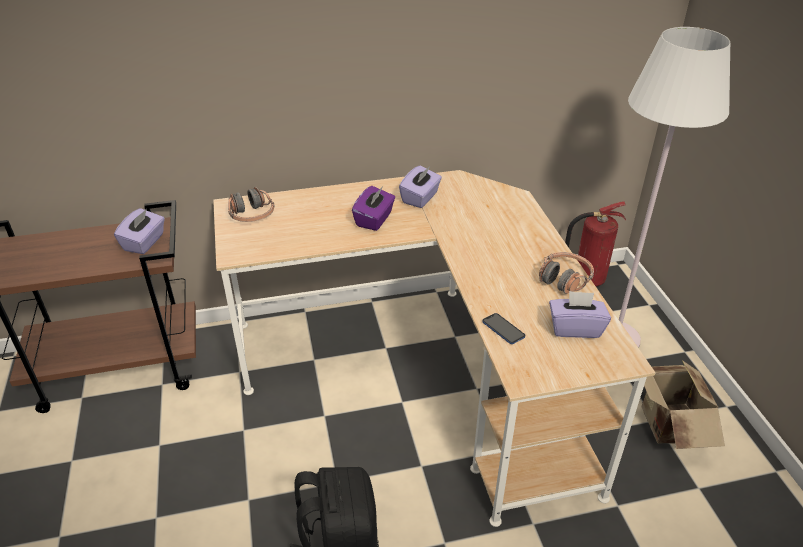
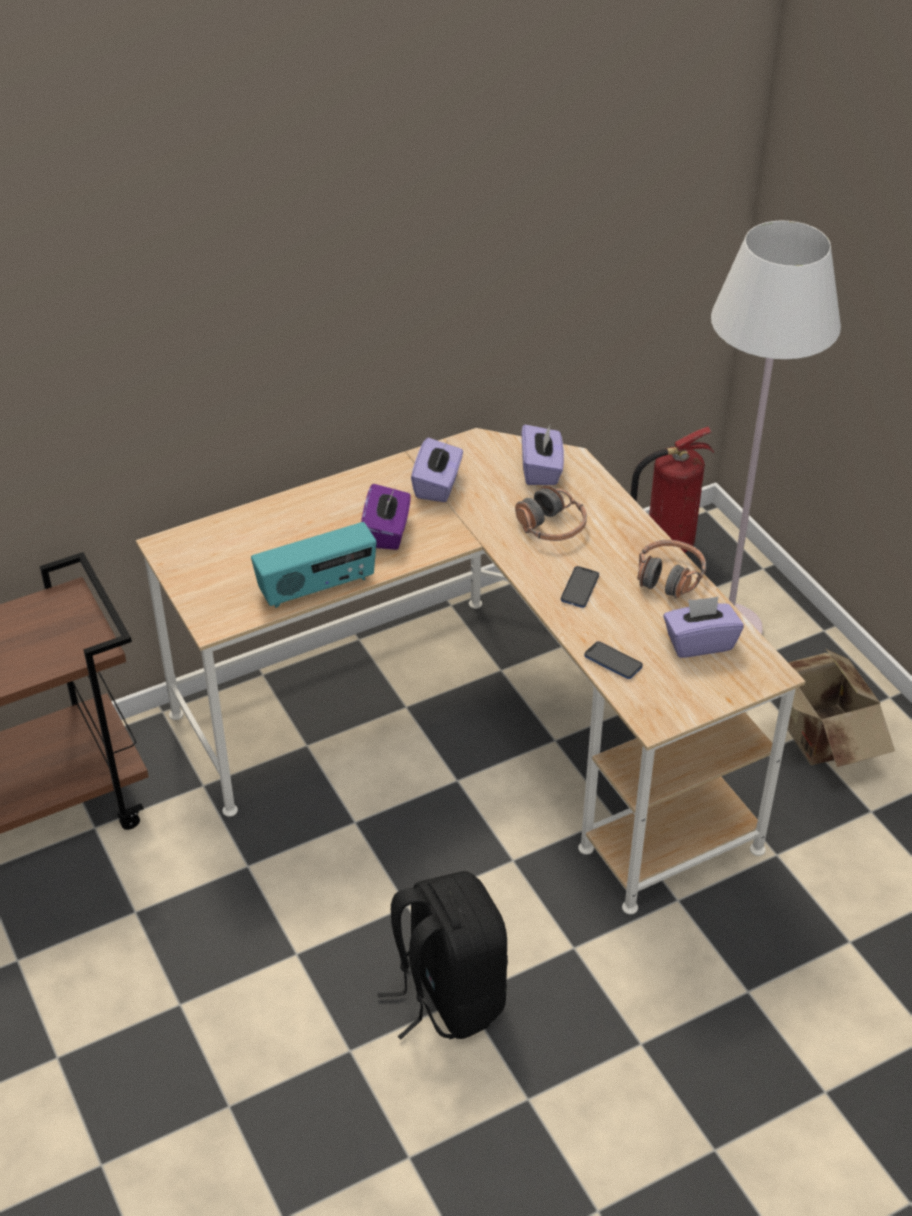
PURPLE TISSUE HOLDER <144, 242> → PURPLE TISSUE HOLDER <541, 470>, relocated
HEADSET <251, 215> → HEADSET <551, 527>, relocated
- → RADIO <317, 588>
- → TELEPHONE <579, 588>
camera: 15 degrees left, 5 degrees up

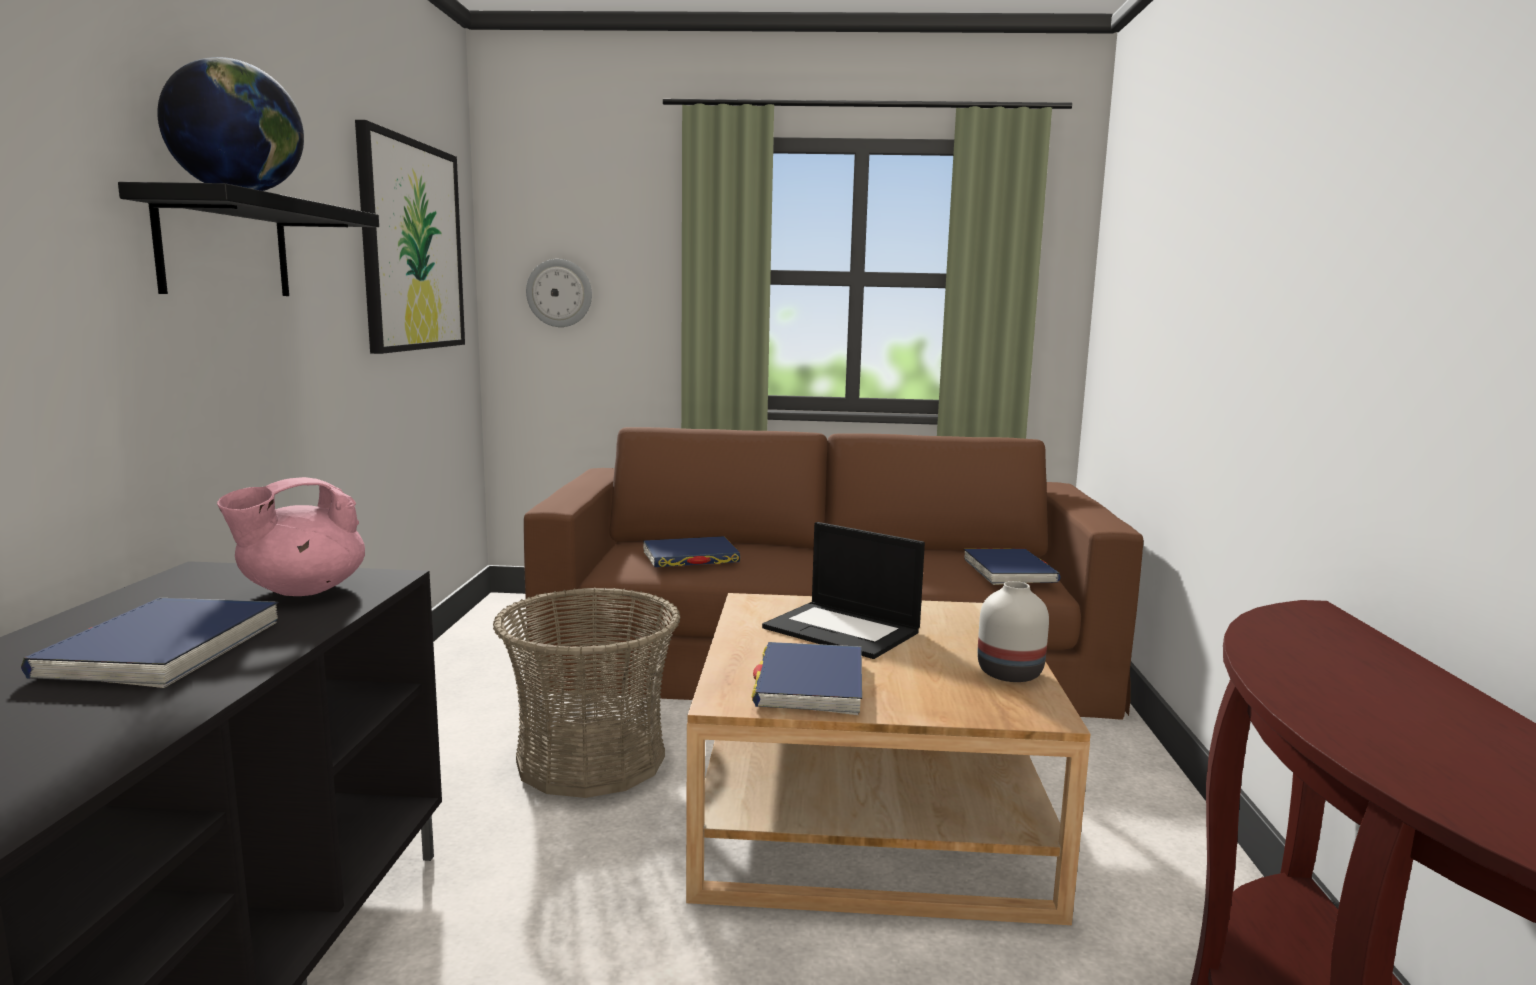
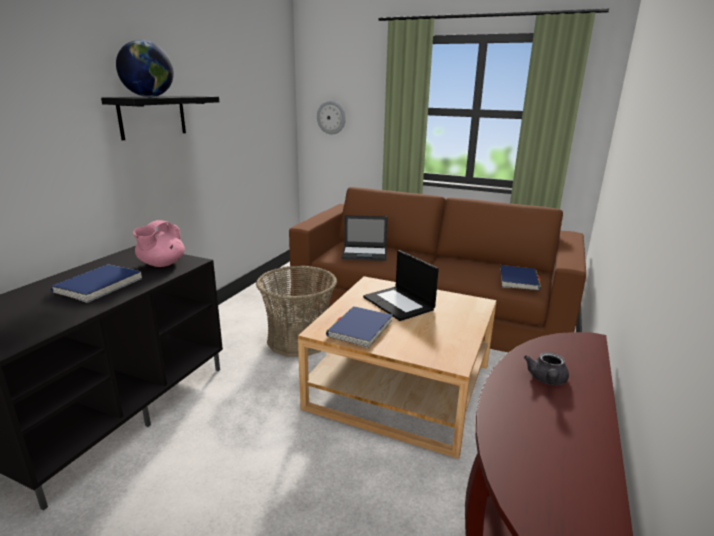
PINKISH TEA POT <301, 590> → PINKISH TEA POT <161, 264>, 45 degrees counterclockwise
PICTURE <412, 246> → -
BLUISH BOUND BOOK <690, 557> → LAPTOP <365, 254>
WHITISH FLOWER VASE <1008, 672> → -
- → GRAY TEA POT <547, 380>
camera: 20 degrees right, 10 degrees up

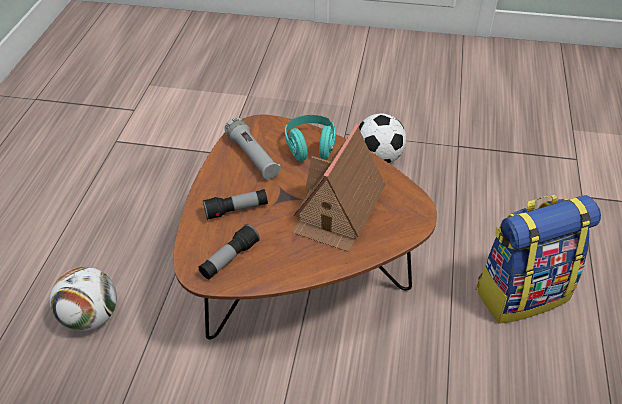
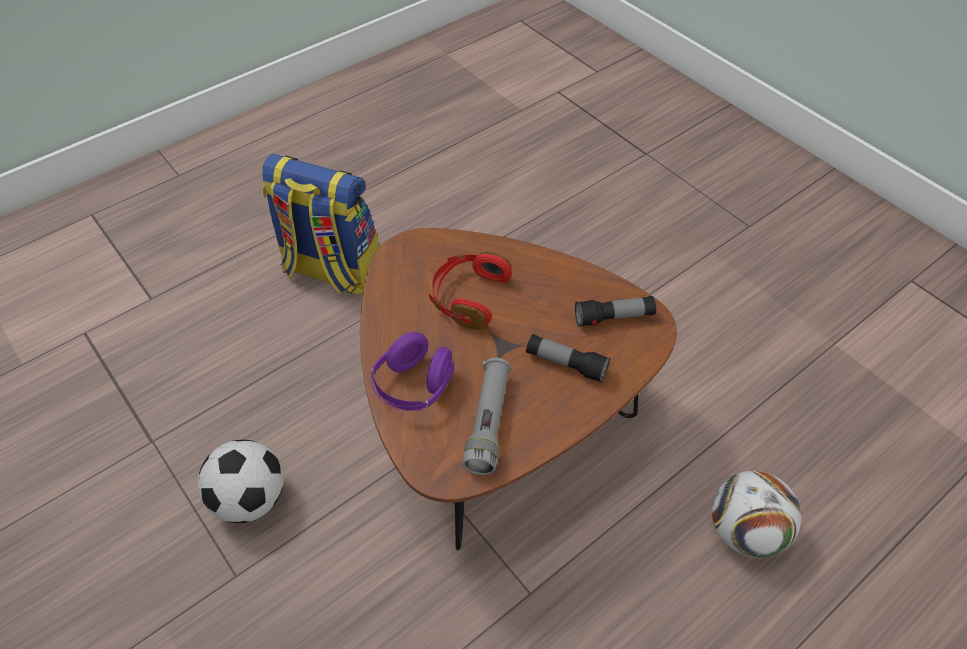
TURQUOISE-COLOURED HEADSET <310, 147> → PURPLE HEADSET <414, 386>
TOY HOUSE <338, 210> → RED-COLOURED HEADSET <468, 297>
camera: 140 degrees left, 5 degrees up

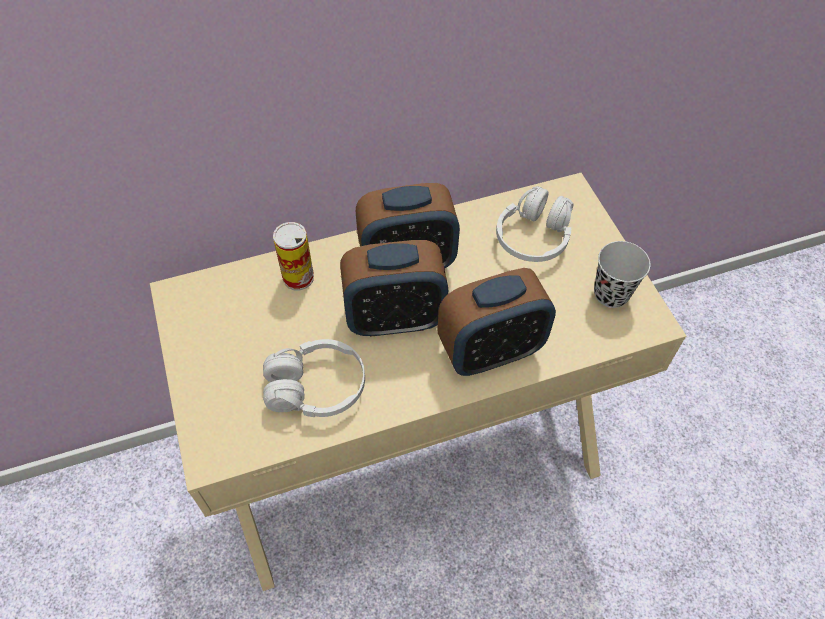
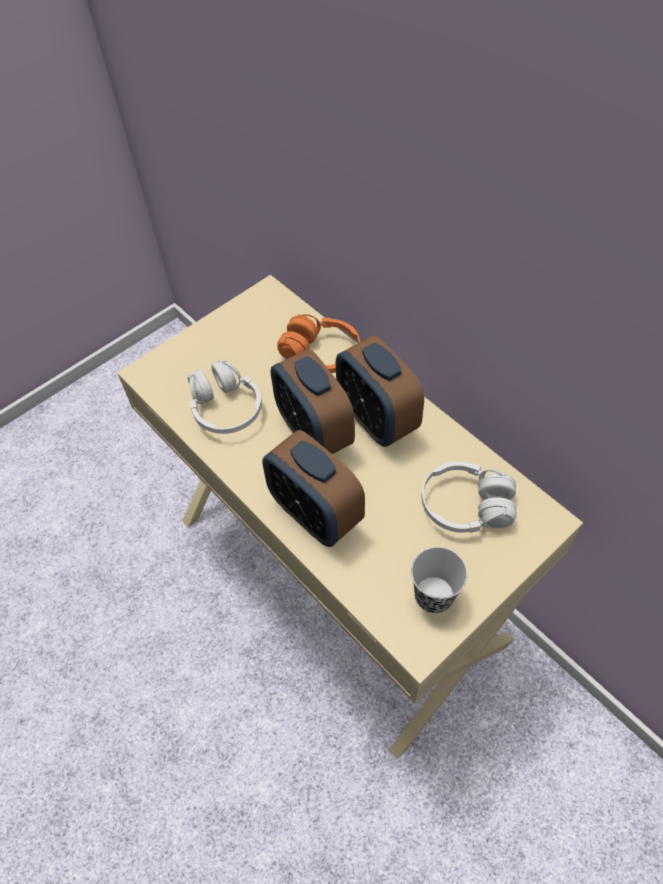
SEALED CAN <298, 277> → ORANGE-COLOURED HEADSET <321, 354>
camera: 70 degrees right, 0 degrees up

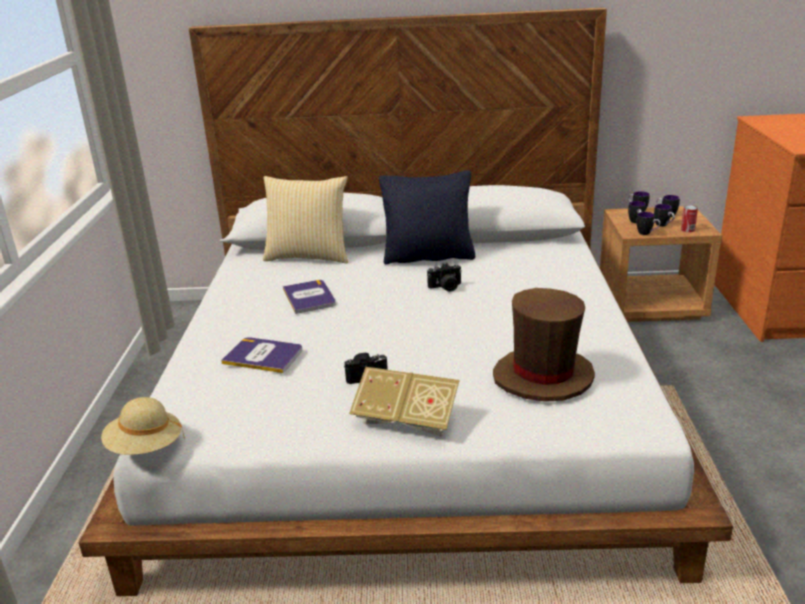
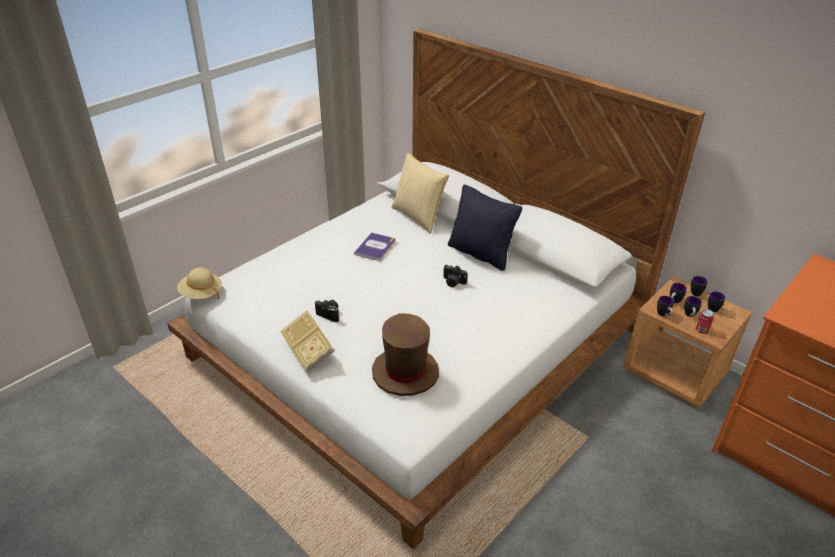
BOUND BOOK <263, 356> → -
camera: 40 degrees right, 10 degrees up

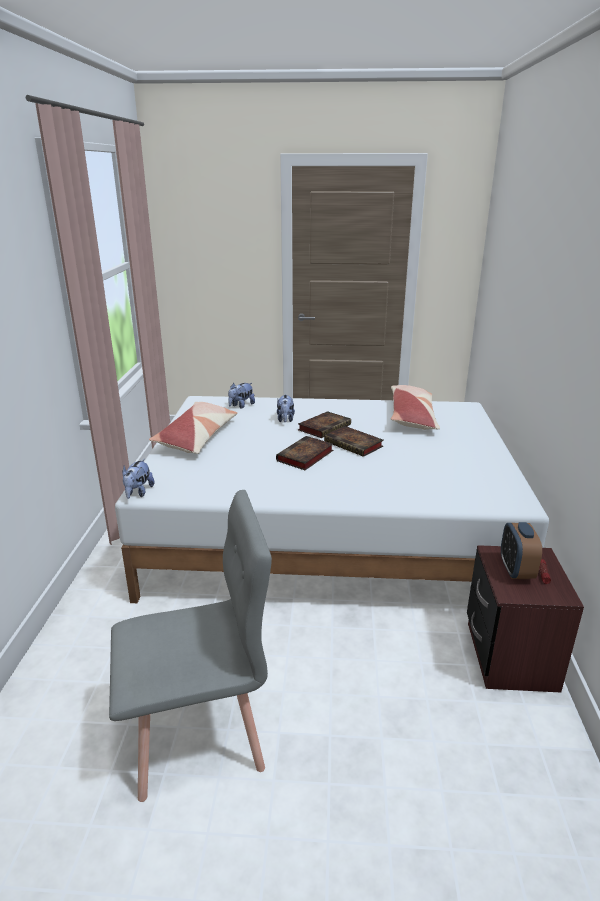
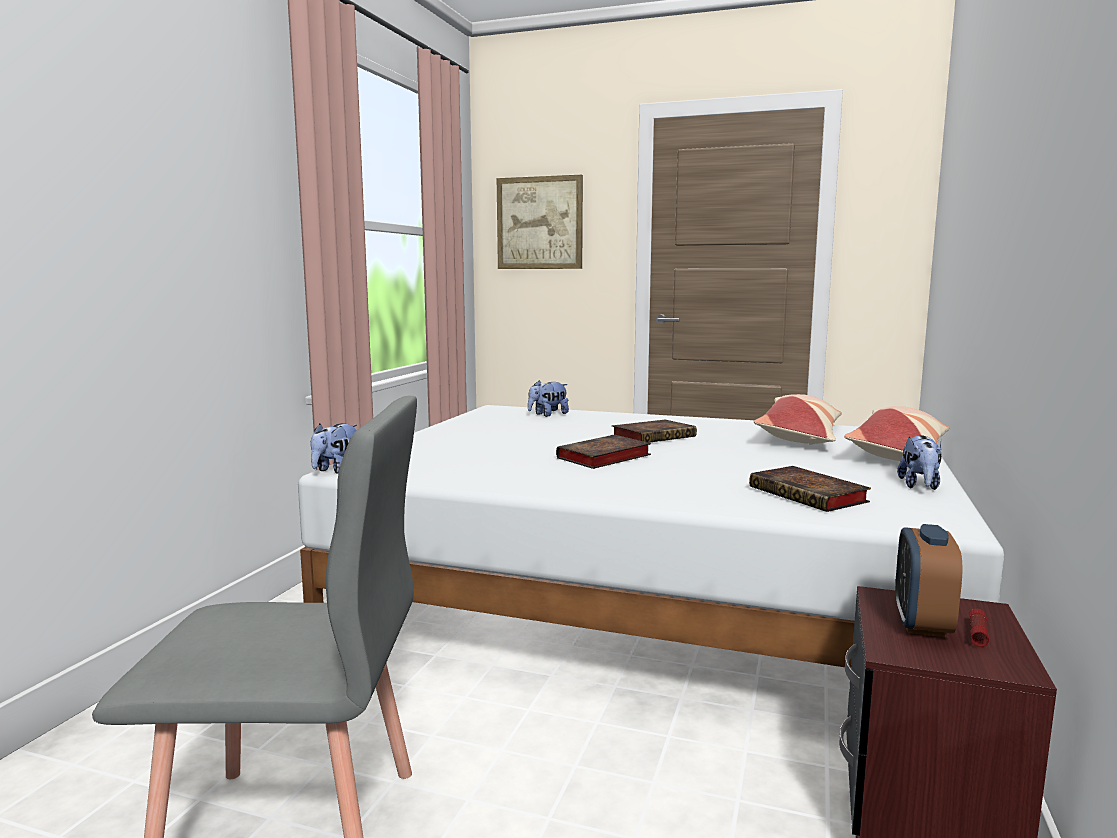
CUSHION <197, 437> → CUSHION <899, 452>, relocated
SOFT TOY <285, 420> → SOFT TOY <920, 486>, relocated
BOUND BOOK <355, 444> → BOUND BOOK <810, 495>, relocated
- → PICTURE <539, 223>
camera: 15 degrees right, 15 degrees down

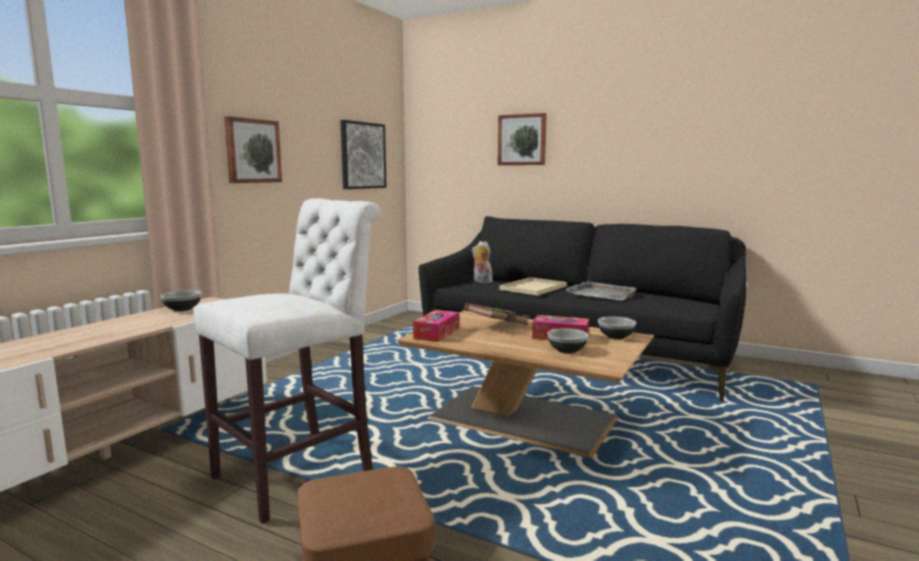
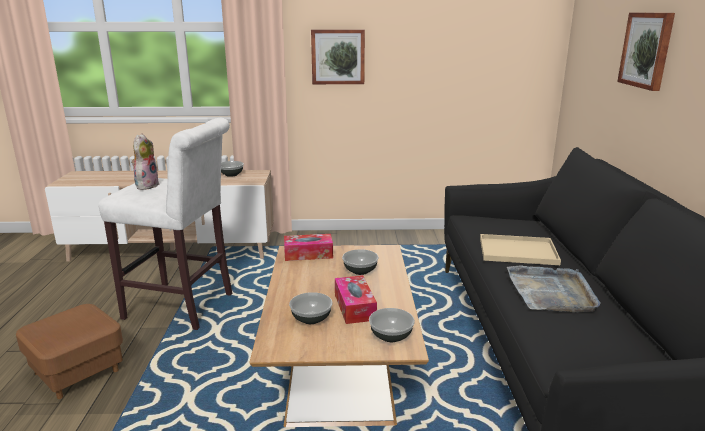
PICTURE <362, 155> → -
BROWN-COLOURED BOUND BOOK <498, 326> → SERVING BOWL <360, 271>
SOFT TOY <481, 281> → SOFT TOY <146, 185>, relocated
camera: 60 degrees right, 10 degrees up

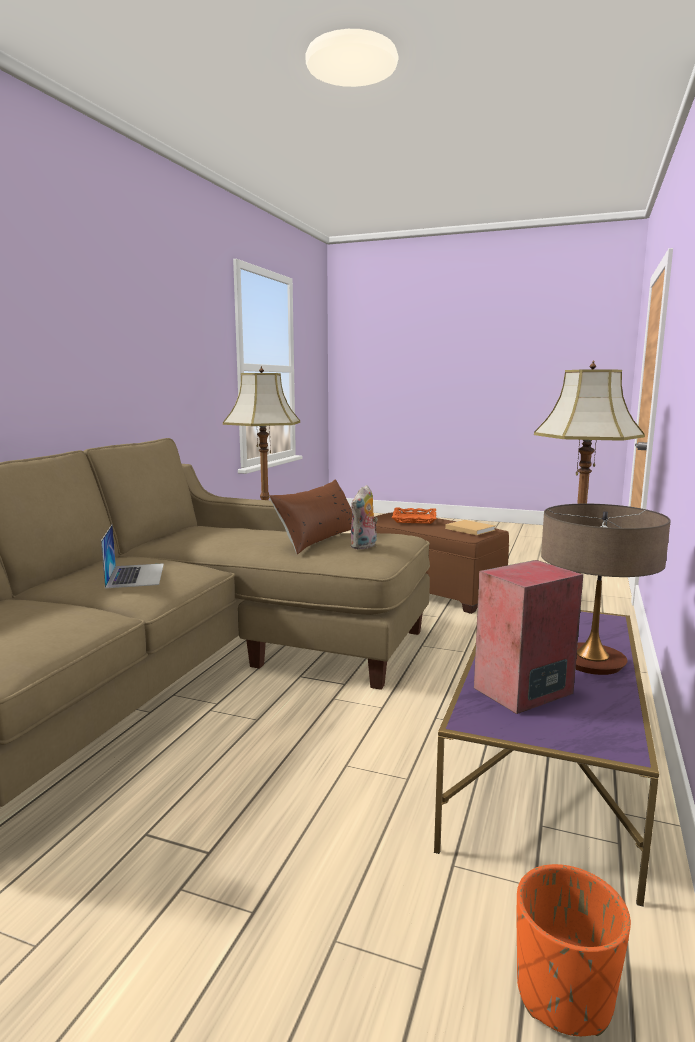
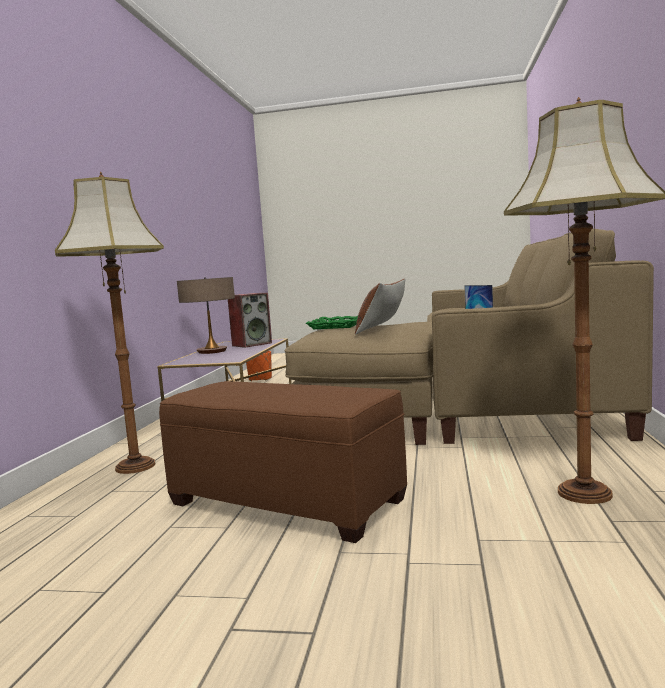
SOFT TOY <364, 546> → GREEN-COLOURED TRAY <337, 326>
ORANGE-COLOURED TRAY <414, 519> → -
BEIGE-COLOURED BOUND BOOK <469, 529> → -
camera: 170 degrees right, 5 degrees down

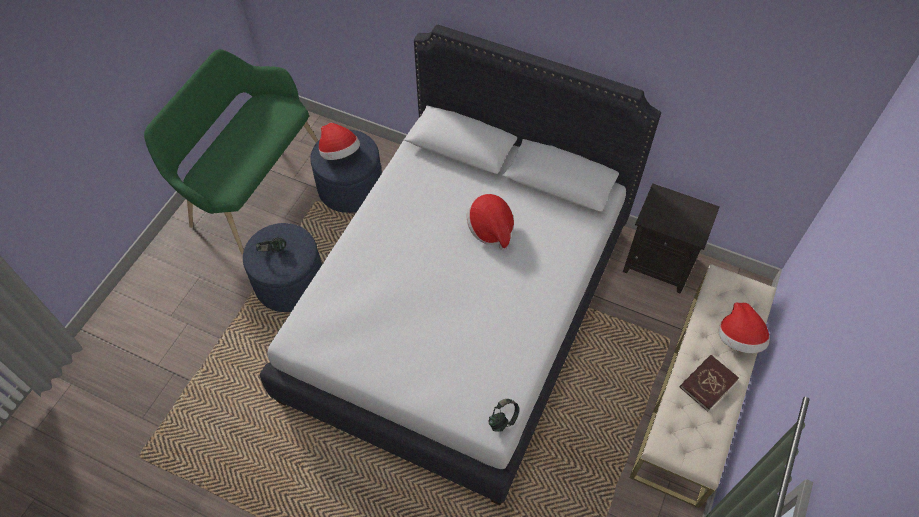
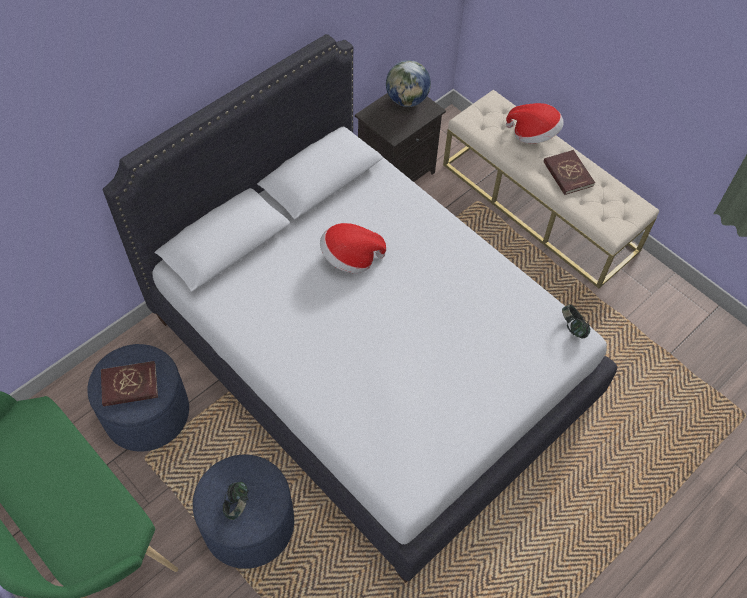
HAT <340, 153> → RED-COLOURED BOUND BOOK <130, 385>
- → WORLD GLOBE <407, 100>
camera: 70 degrees left, 0 degrees up

